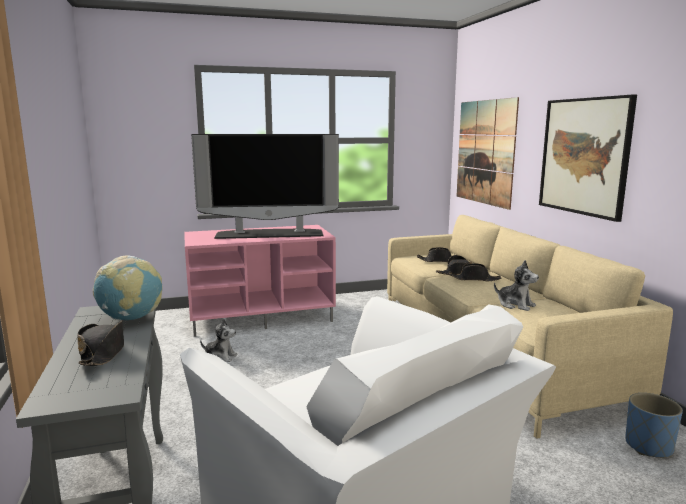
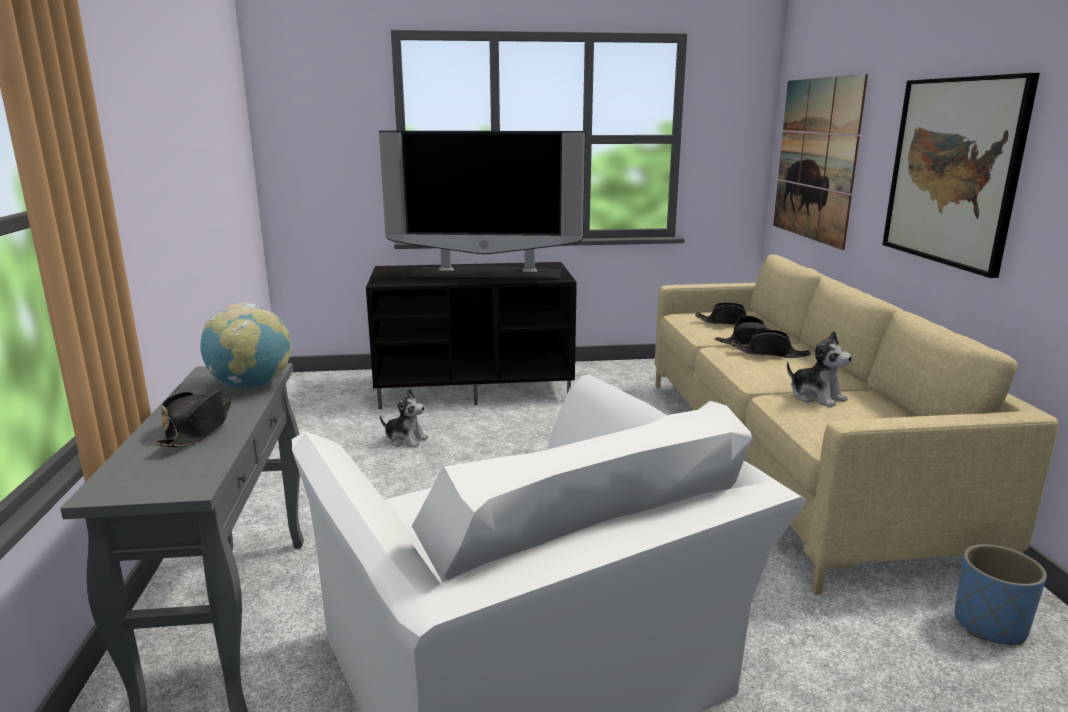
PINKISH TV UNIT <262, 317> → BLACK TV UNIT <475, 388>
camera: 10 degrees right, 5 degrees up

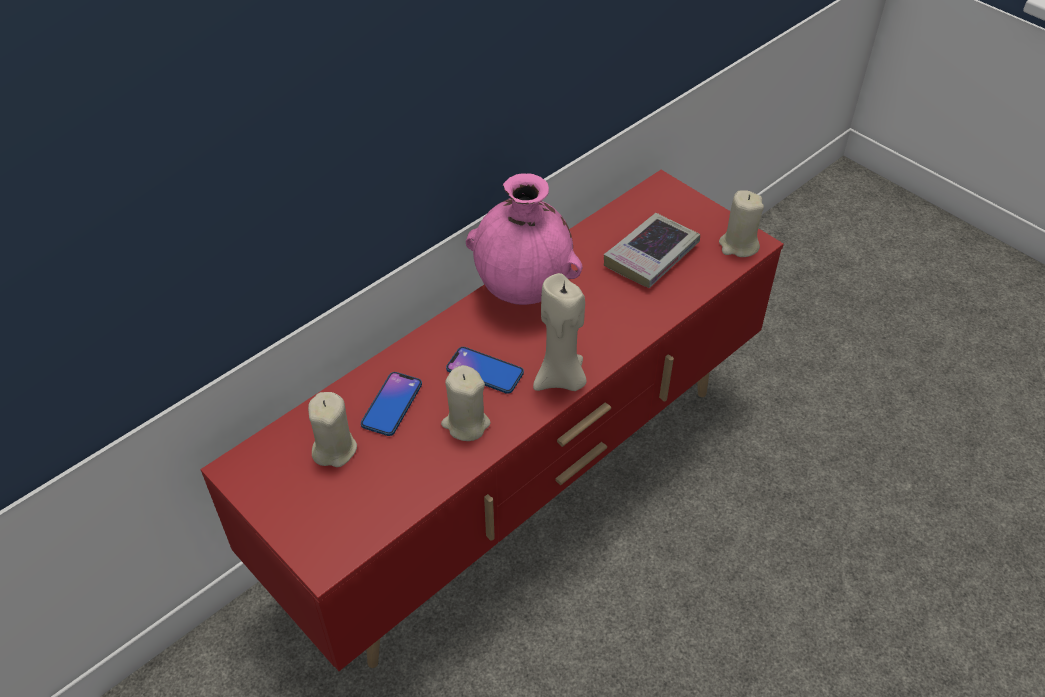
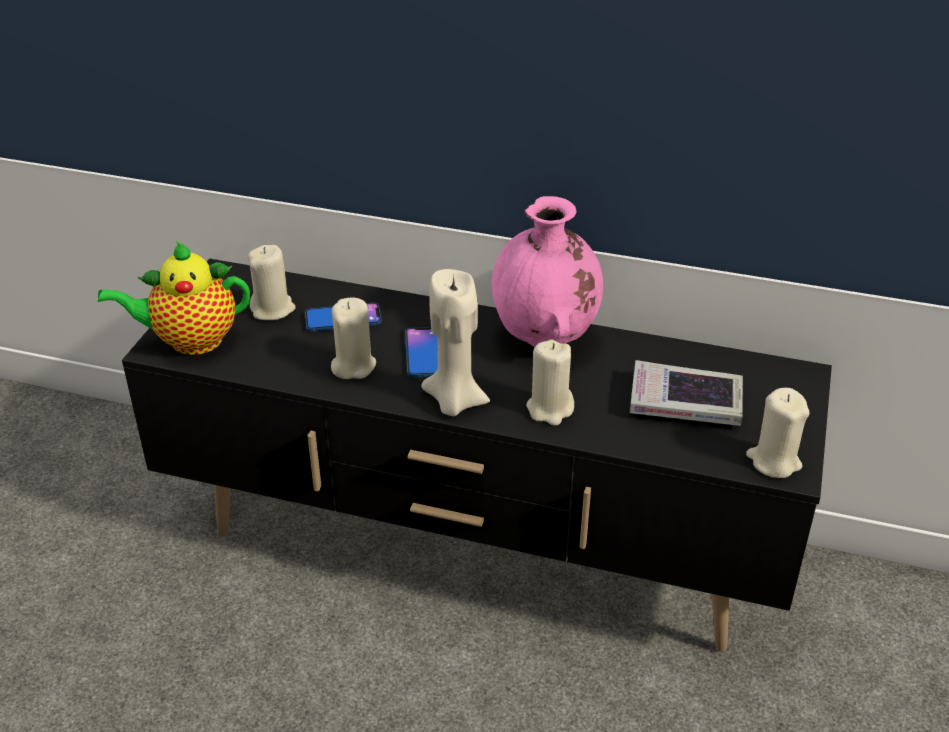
RED-COLOURED TV UNIT <522, 486> → BLACK TV UNIT <477, 550>
- → TEA POT <190, 341>
- → BEIGE-COLOURED CANDLE <550, 409>
camera: 60 degrees right, 10 degrees down

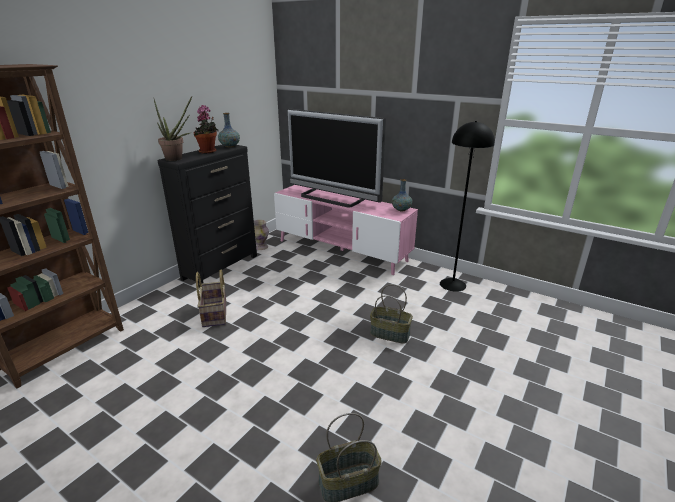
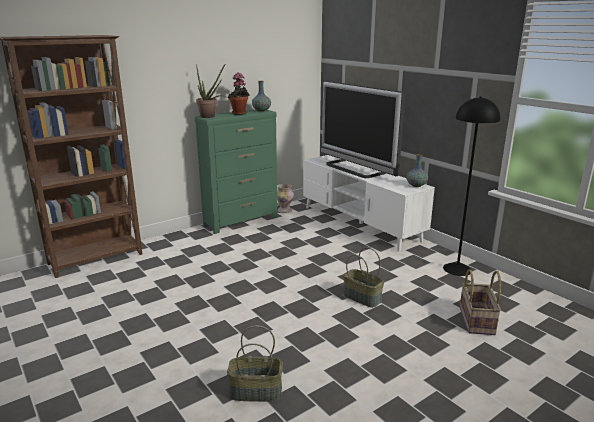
BLACK DRESSER <221, 267> → GREEN-COLOURED DRESSER <241, 221>
STORAGE BASKET <215, 314> → STORAGE BASKET <477, 320>, relocated
PINKISH TV UNIT <341, 250> → WHITISH TV UNIT <360, 223>
camera: 20 degrees right, 5 degrees down

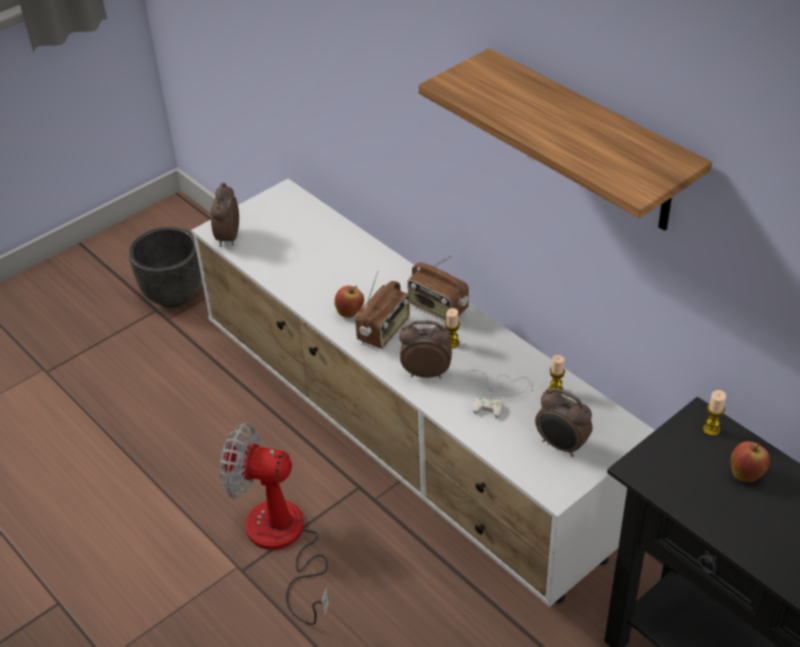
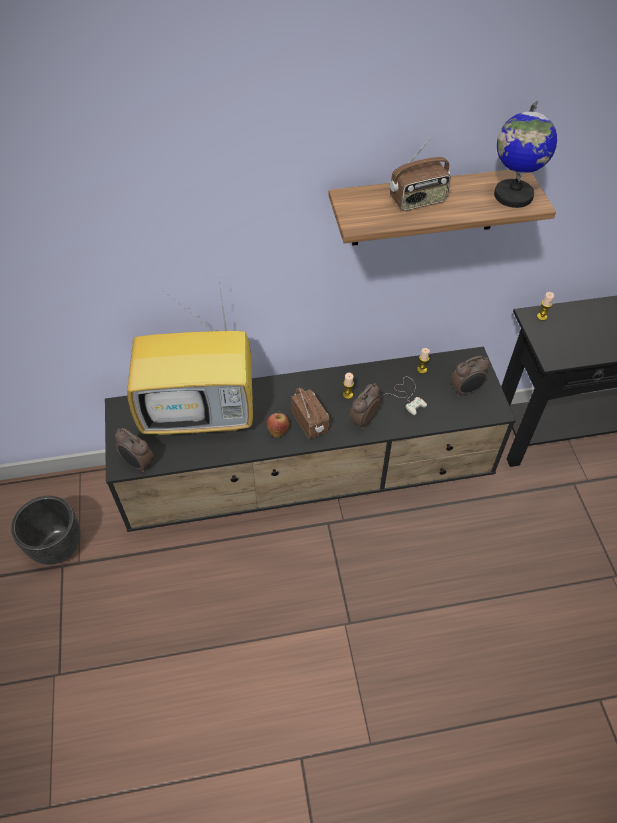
WHITISH TV UNIT <407, 441> → BLACK TV UNIT <310, 479>
FAN <282, 543> → -
RADIO <437, 308> → RADIO <418, 201>, relocated
WHOLE APPLE <746, 473> → -
- → TELEVISION <202, 412>
- → WORLD GLOBE <512, 195>
camera: 60 degrees left, 10 degrees up

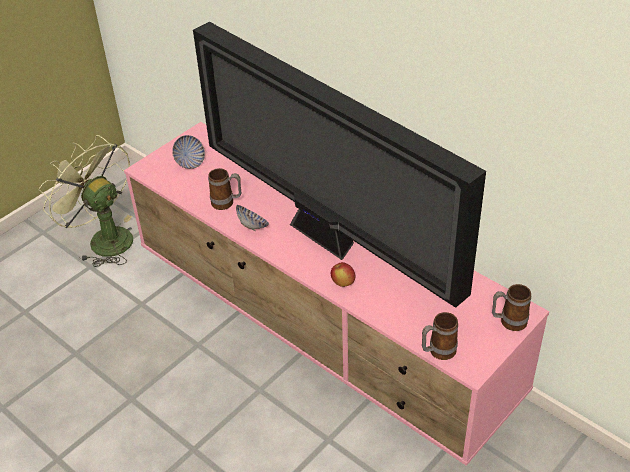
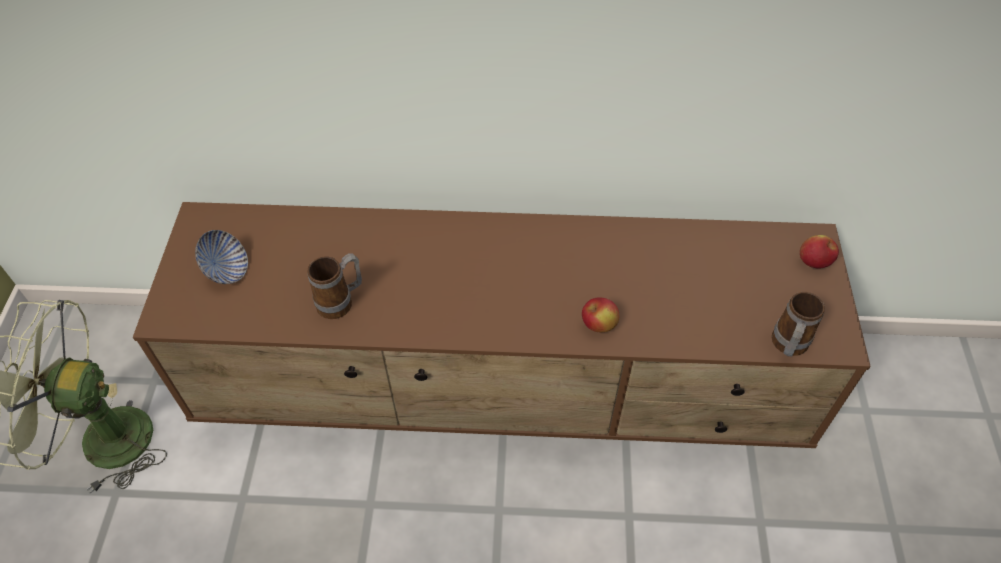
PINKISH TV UNIT <321, 334> → BROWN-COLOURED TV UNIT <504, 392>
TELEVISION <326, 239> → -
SERVING BOWL <253, 226> → -
COFFEE MUG <508, 322> → WHOLE APPLE <813, 262>
camera: 40 degrees left, 10 degrees up

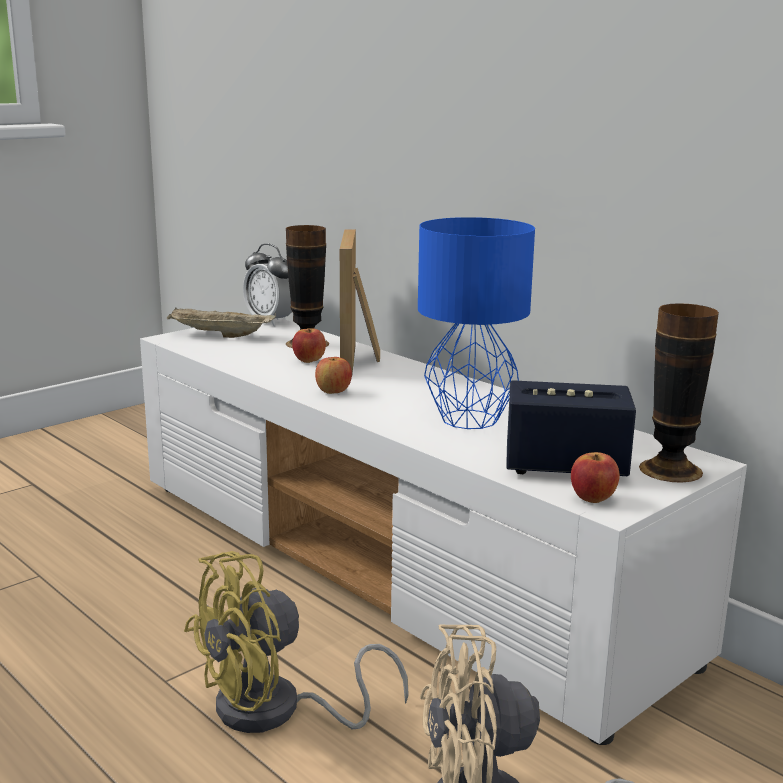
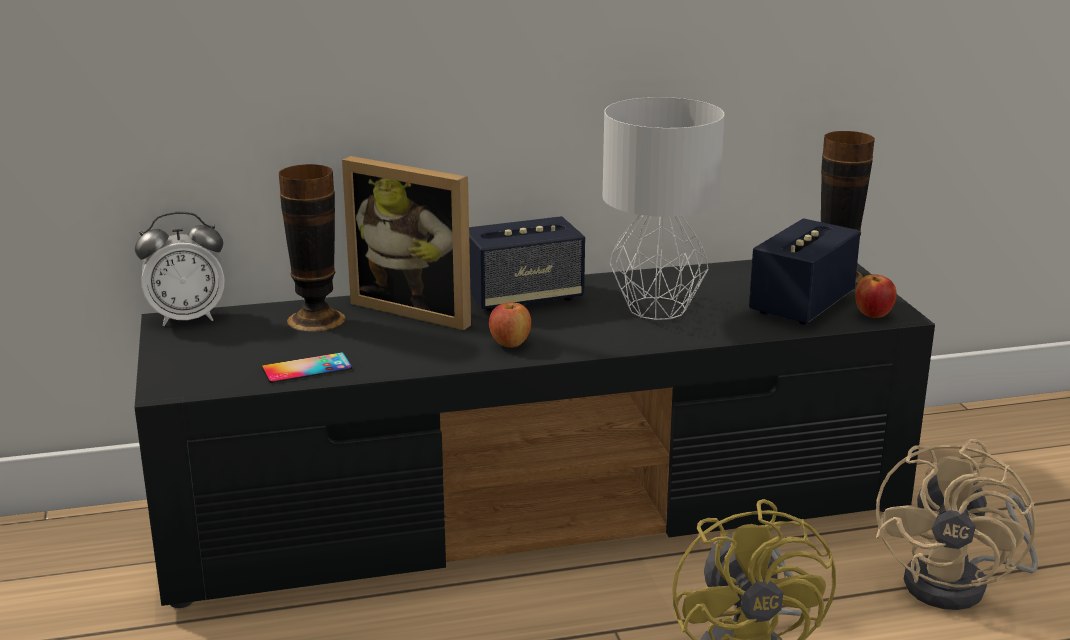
WHITISH TV UNIT <393, 565> → BLACK TV UNIT <539, 509>
BEIGE-COLOURED TRAY <219, 335> → -
WHOLE APPLE <309, 361> → -
BLUISH TABLE LAMP <471, 420> → GRAY TABLE LAMP <658, 308>
- → TELEPHONE <307, 368>
- → SPEAKER <523, 297>
camera: 60 degrees left, 5 degrees up

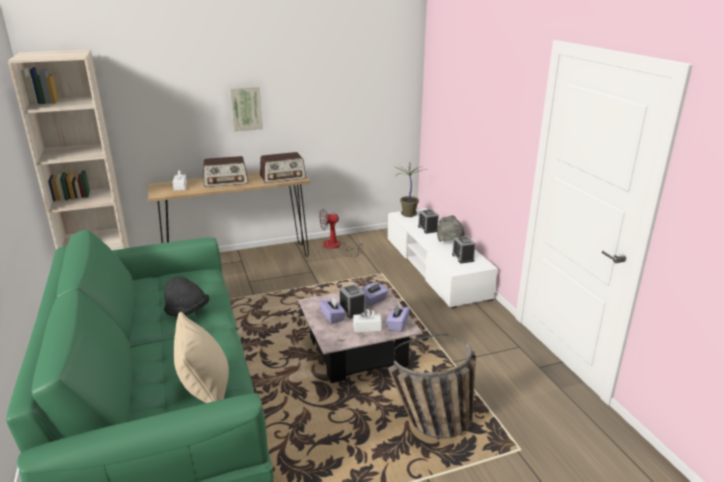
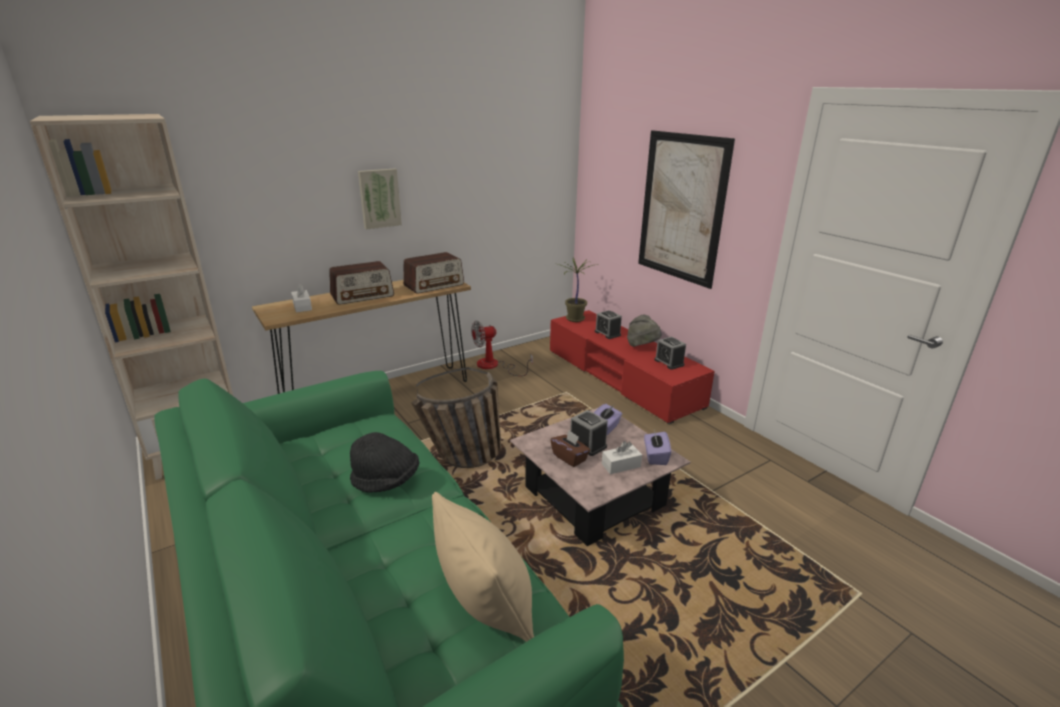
PURPLE TISSUE HOLDER <333, 317> → BROWN-COLOURED TISSUE HOLDER <569, 457>
WHITISH TV UNIT <435, 267> → RED-COLOURED TV UNIT <621, 378>
STORAGE BASKET <432, 428> → STORAGE BASKET <462, 460>, relocated
- → PICTURE <681, 208>
camera: 15 degrees left, 0 degrees up

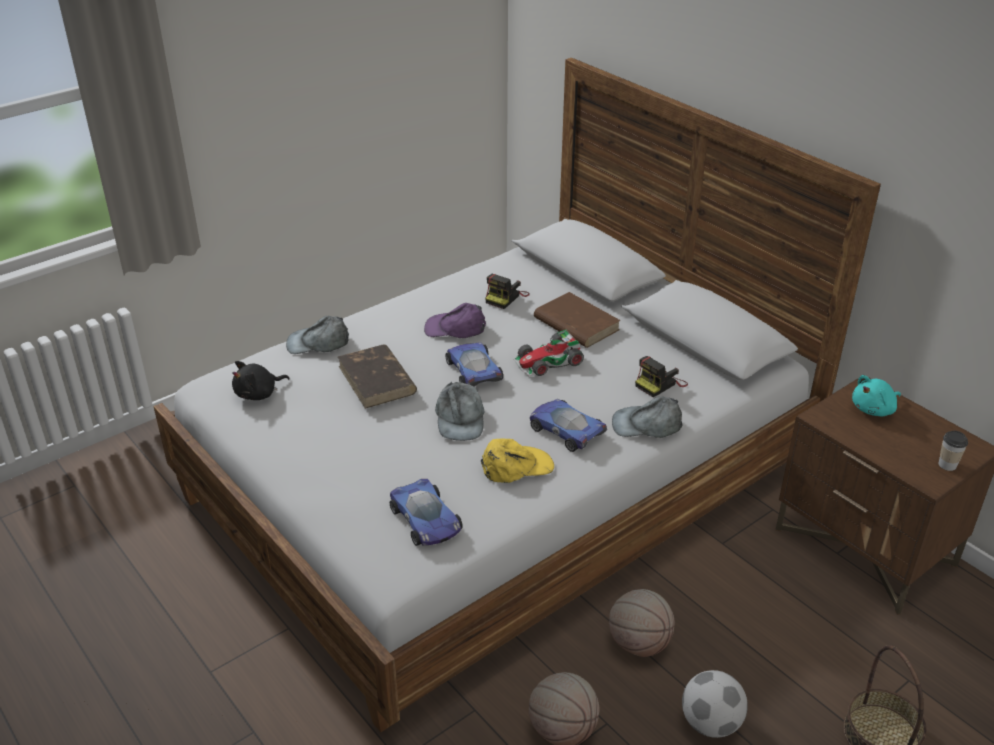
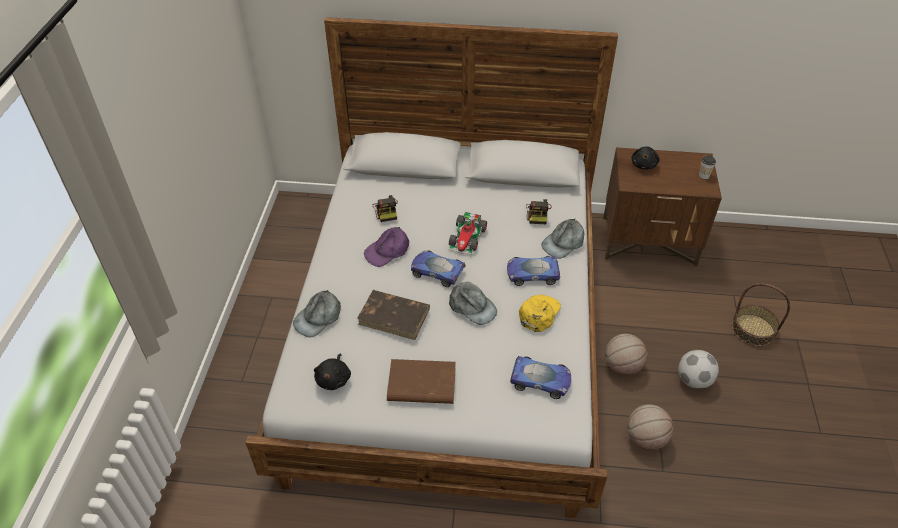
BROWN-COLOURED BOUND BOOK <575, 324> → BROWN-COLOURED BOUND BOOK <421, 385>, relocated
TURQUOISE-COLOURED SOFT TOY <874, 409> → BLACK SOFT TOY <644, 164>
camera: 45 degrees left, 10 degrees up

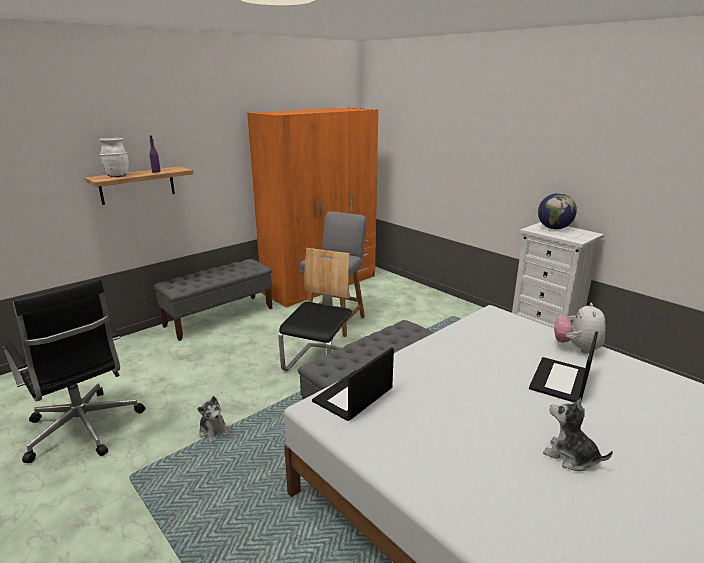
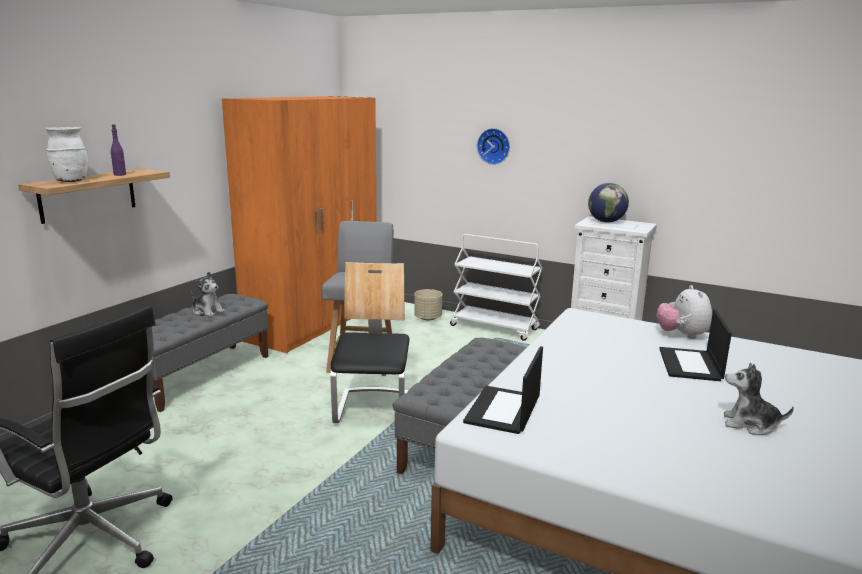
SOFT TOY <214, 431> → SOFT TOY <207, 311>, relocated
- → BEIGE-COLOURED FLOWER POT <428, 318>
- → WHITISH CART <495, 327>
- → HANGING CLOCK <494, 146>
camera: 20 degrees left, 5 degrees down

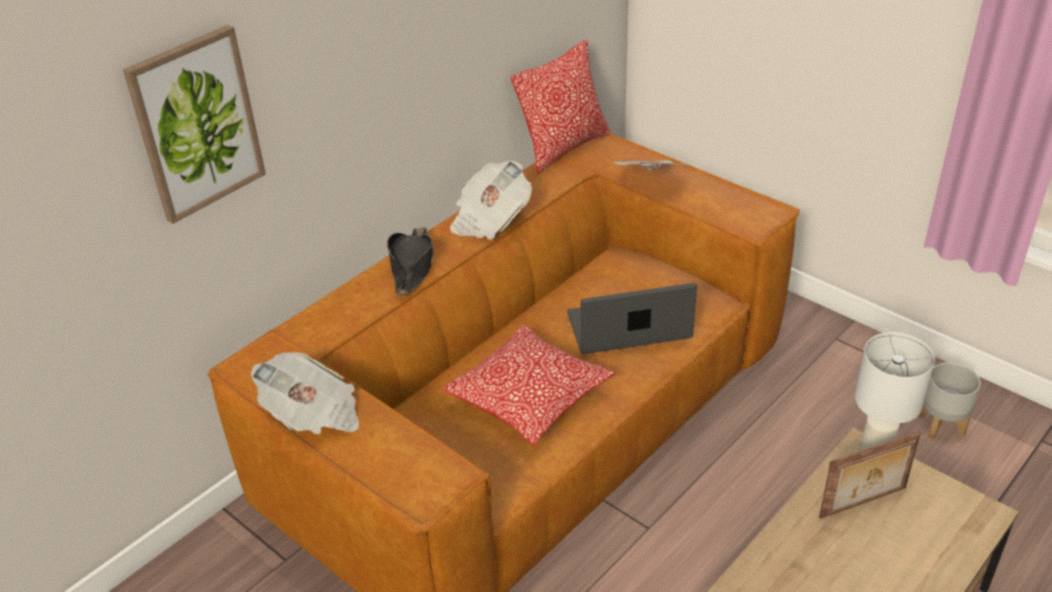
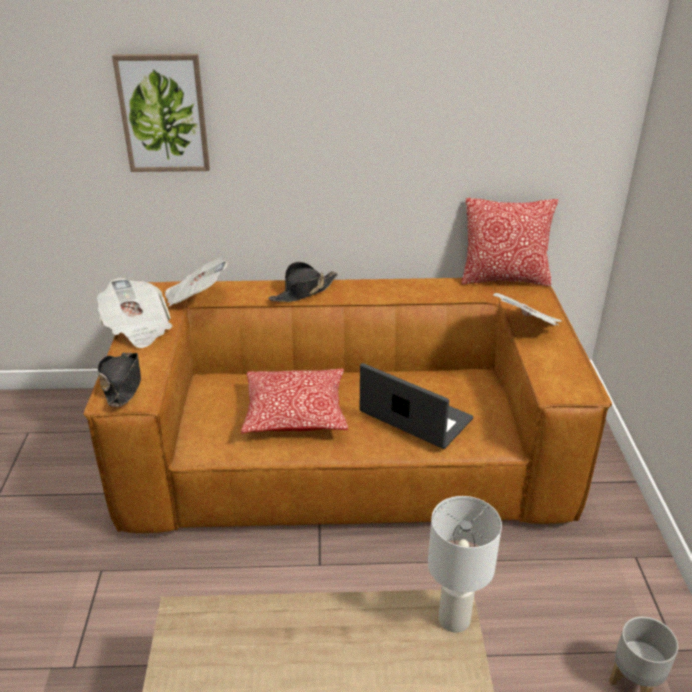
PRINTED PAPER <489, 219> → PRINTED PAPER <196, 297>, relocated
PHOTO FRAME <863, 503> → -
- → BLACK HAT <122, 384>
camera: 45 degrees right, 5 degrees down

